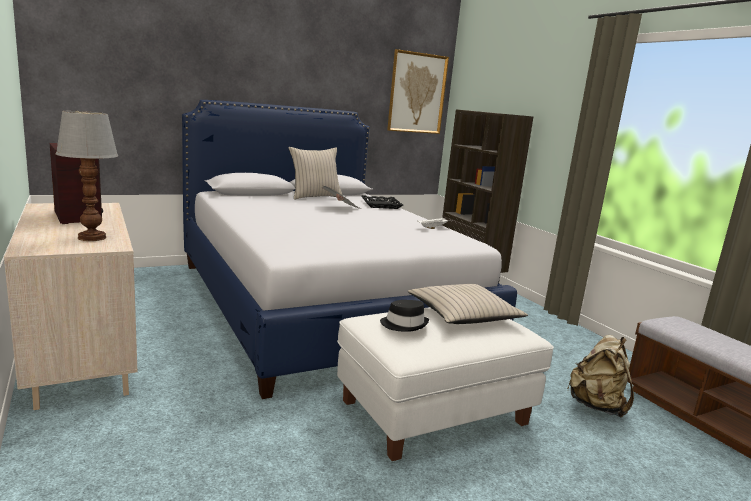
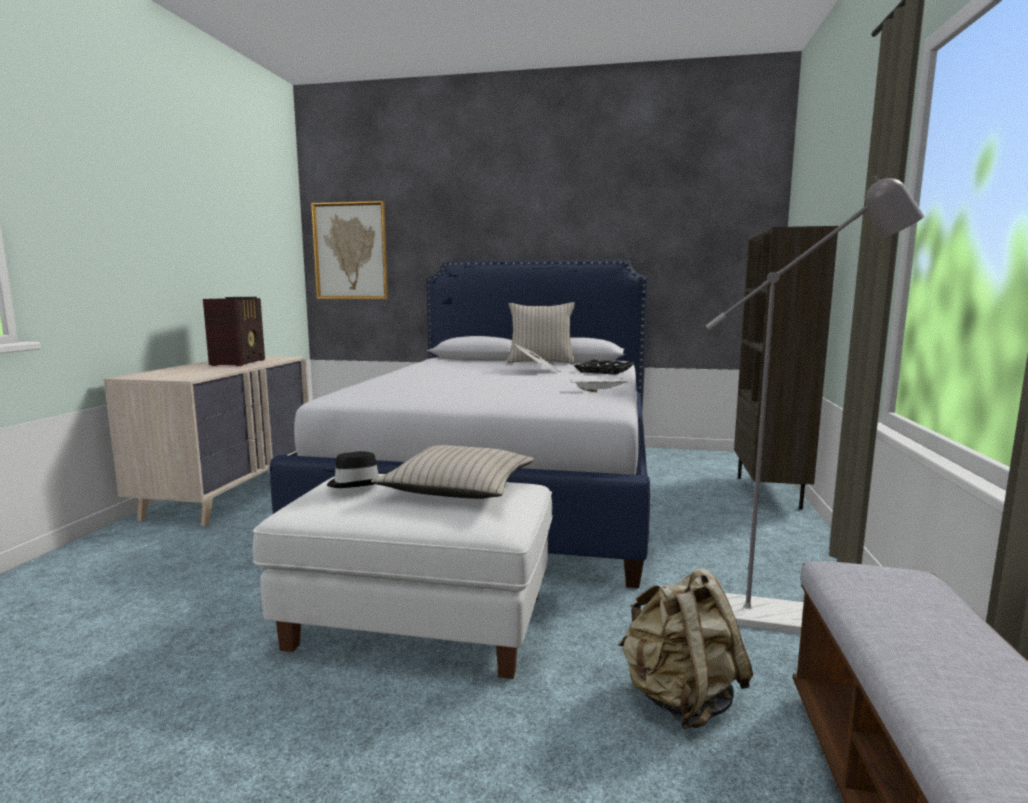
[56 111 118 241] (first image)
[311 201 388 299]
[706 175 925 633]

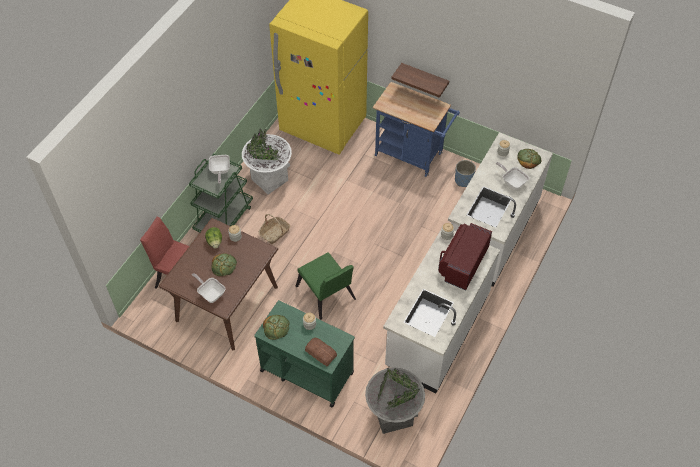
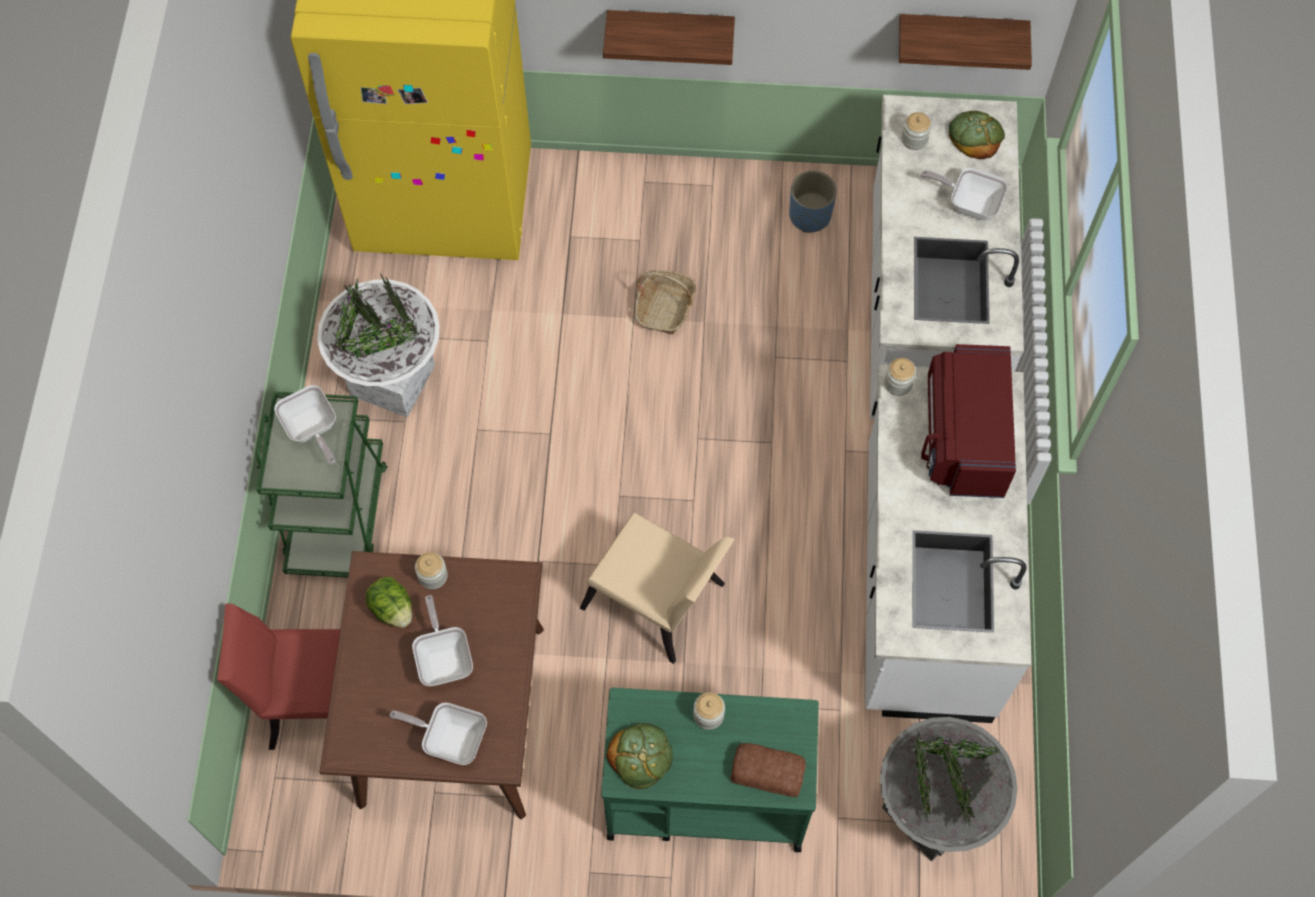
[412 595 473 686]
[635 270 696 335]
[580 512 735 664]
[373 82 460 177] (first image)
[899 14 1032 70]

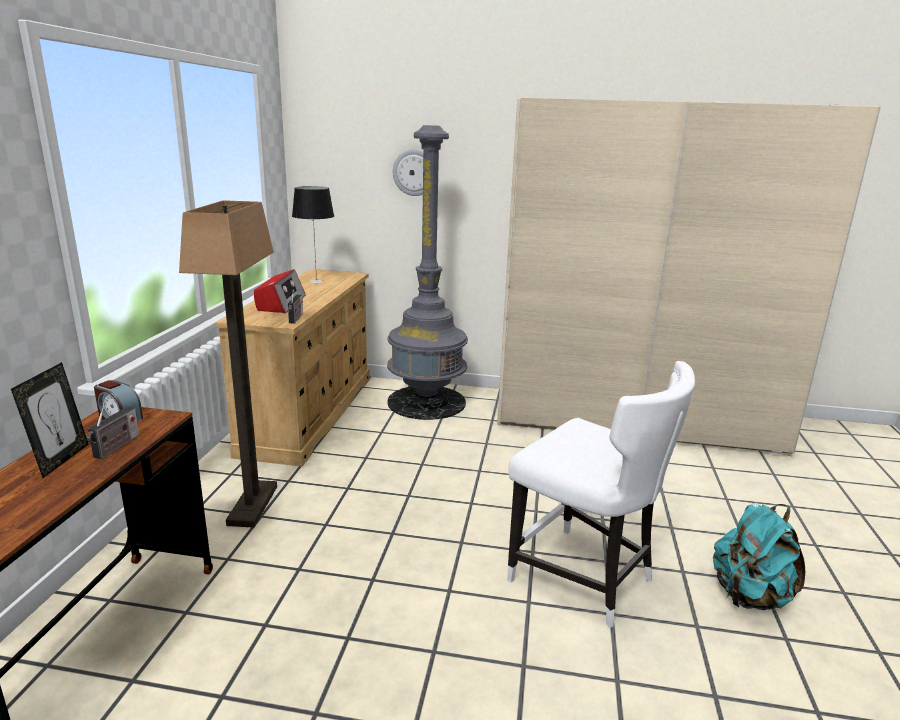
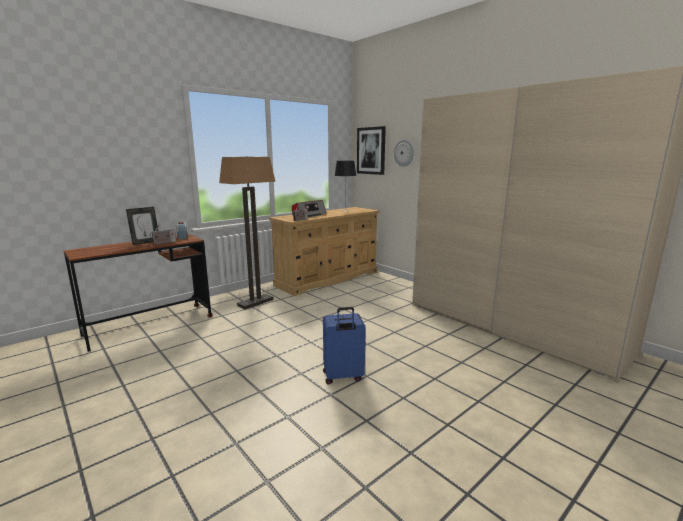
[387 125 468 420] (first image)
[323 307 366 384]
[713 503 805 610] (first image)
[357 126 386 175]

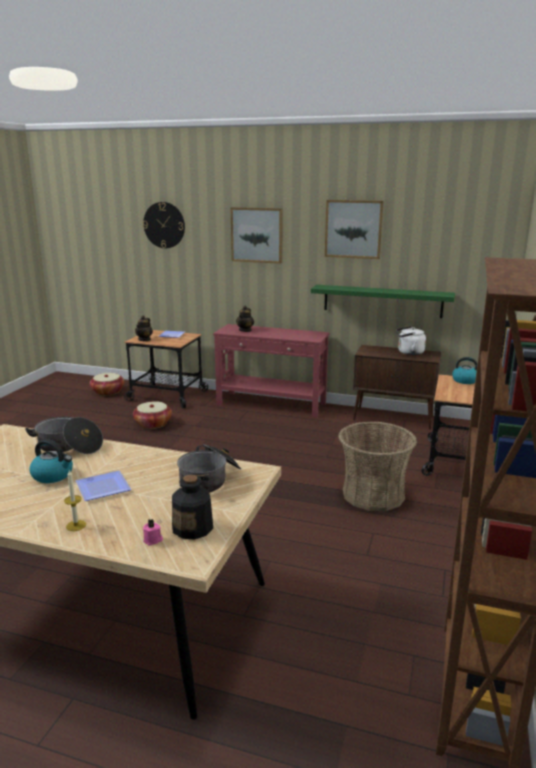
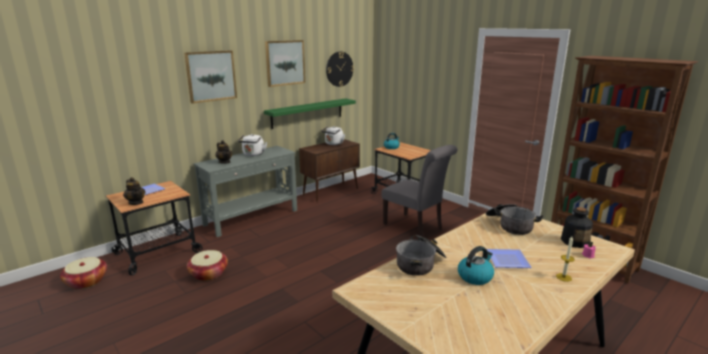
[326 51 354 87]
[193 146 297 237]
[381 145 457 237]
[238 134 267 156]

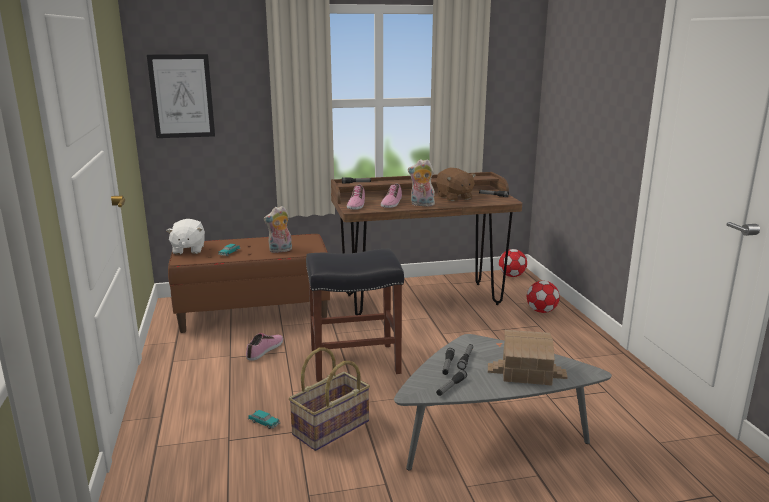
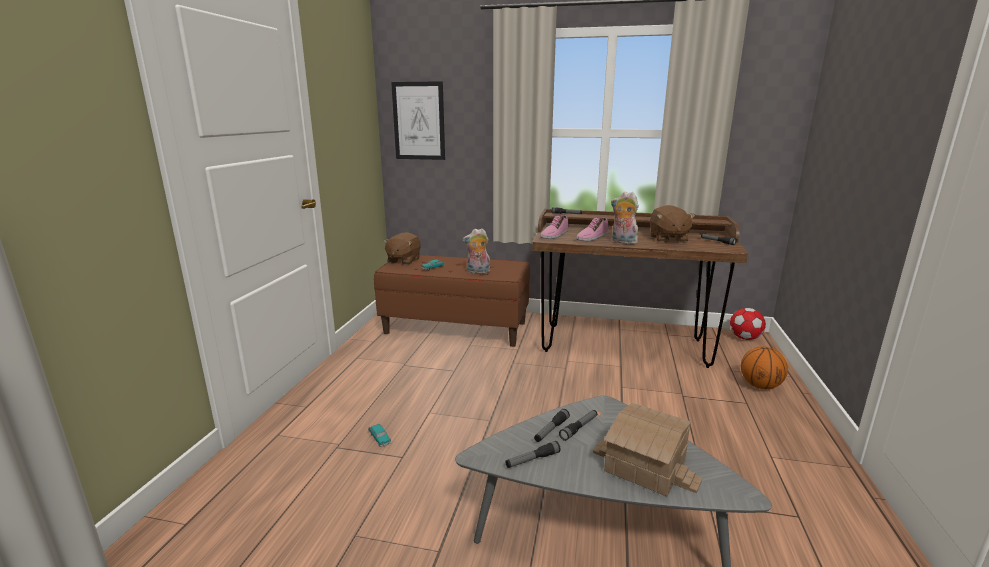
[383 232 421 265]
[246 333 283 361] (first image)
[289 348 370 451] (first image)
[306 249 404 382] (first image)
[741 346 788 389]

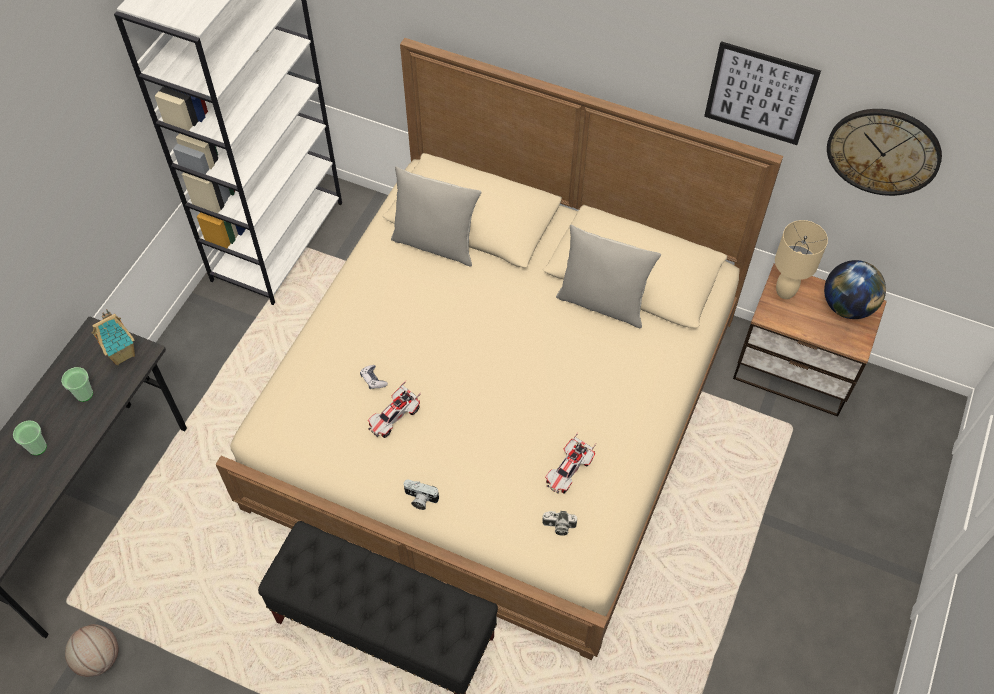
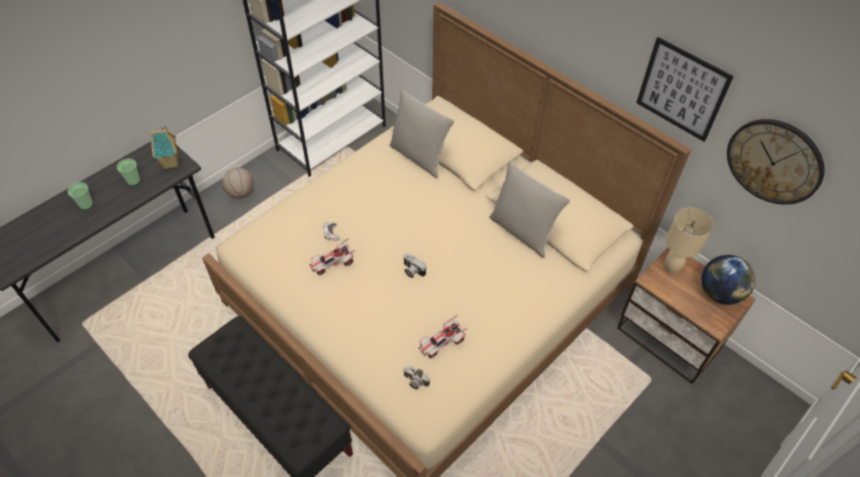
[222 168 254 198]
[404 253 426 278]

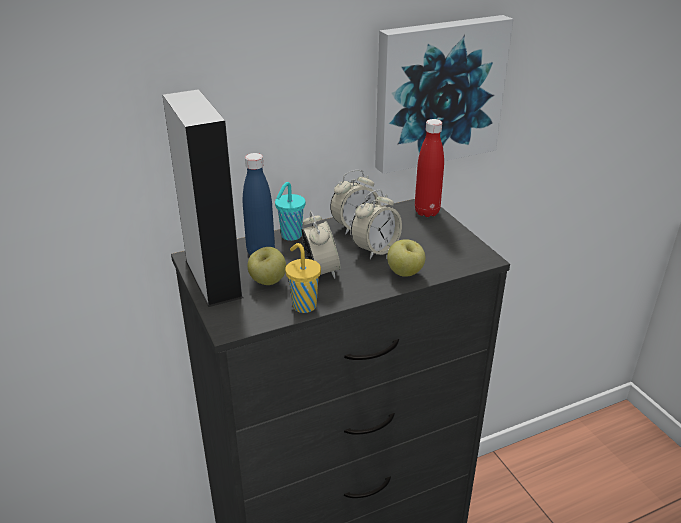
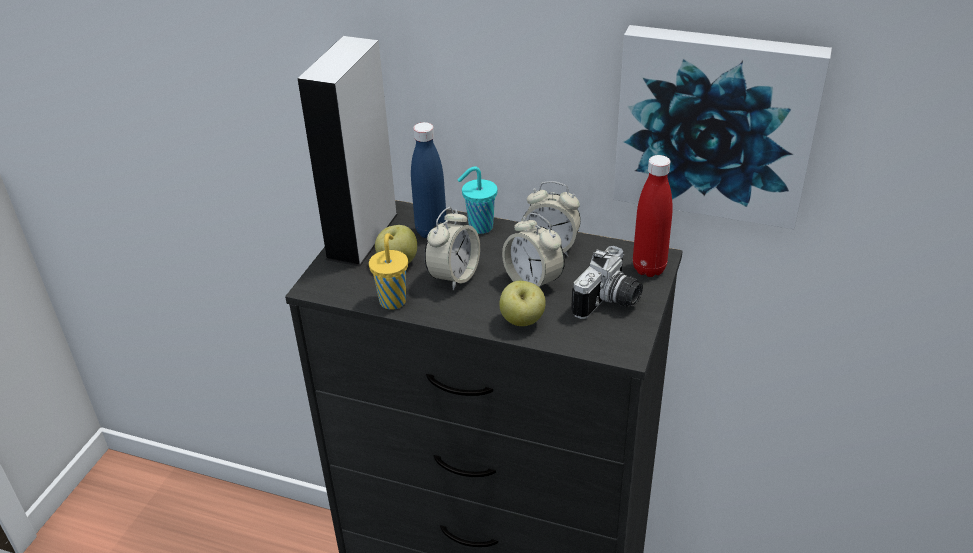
[502 213 565 288]
[571 246 643 319]

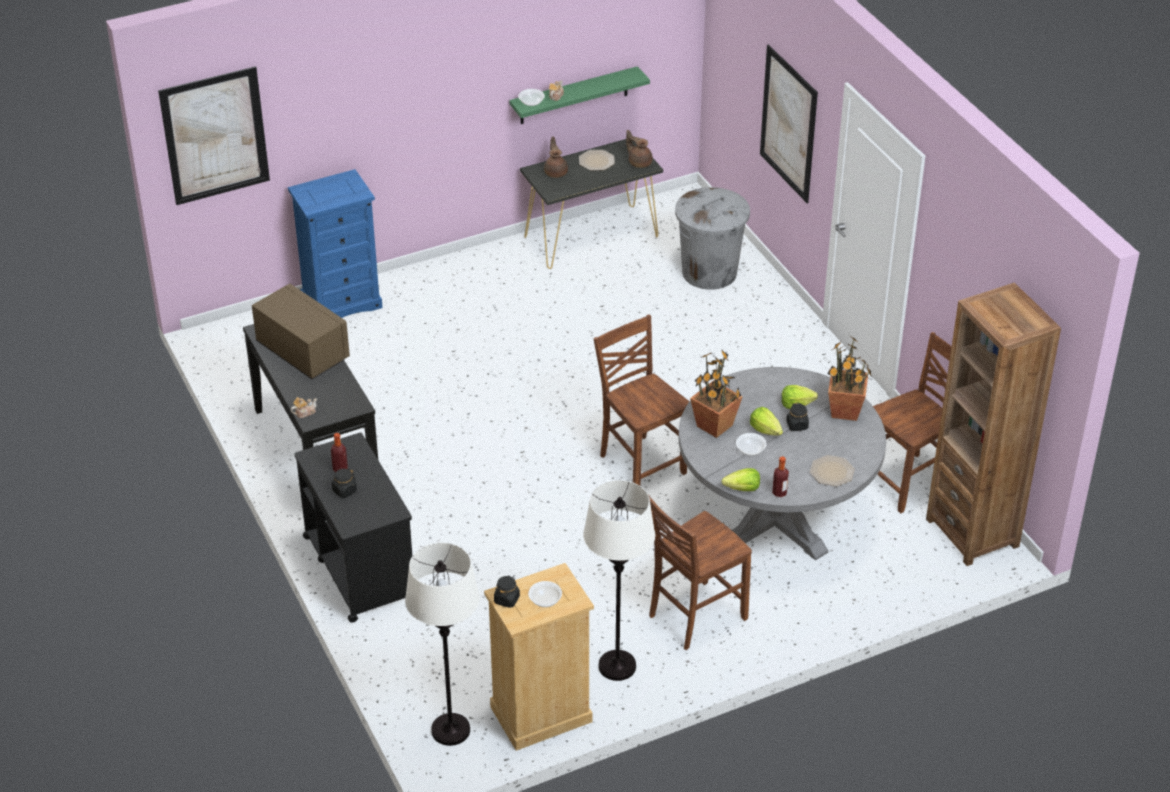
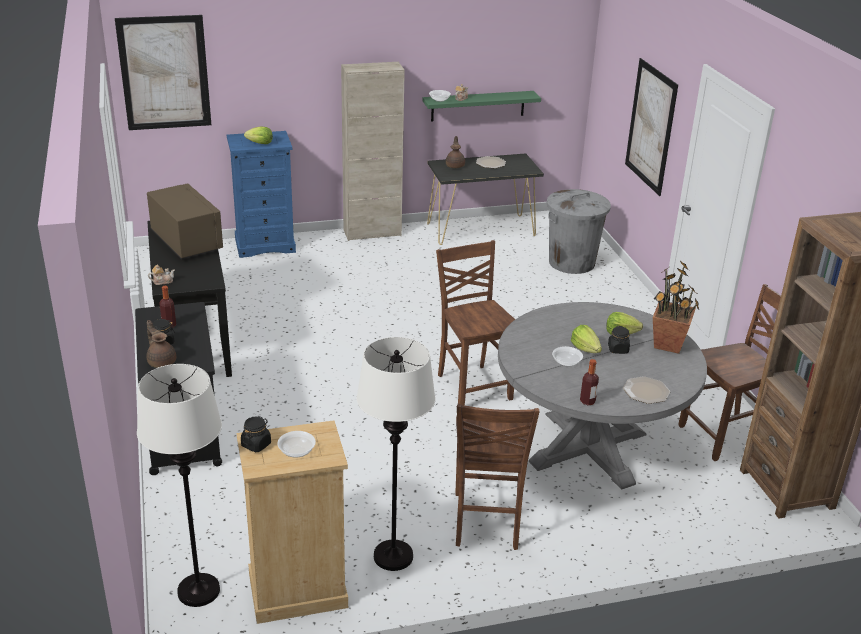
[147 320 176 368]
[455 404 540 550]
[690 350 743 438] (first image)
[244 126 273 144]
[341 62 405 241]

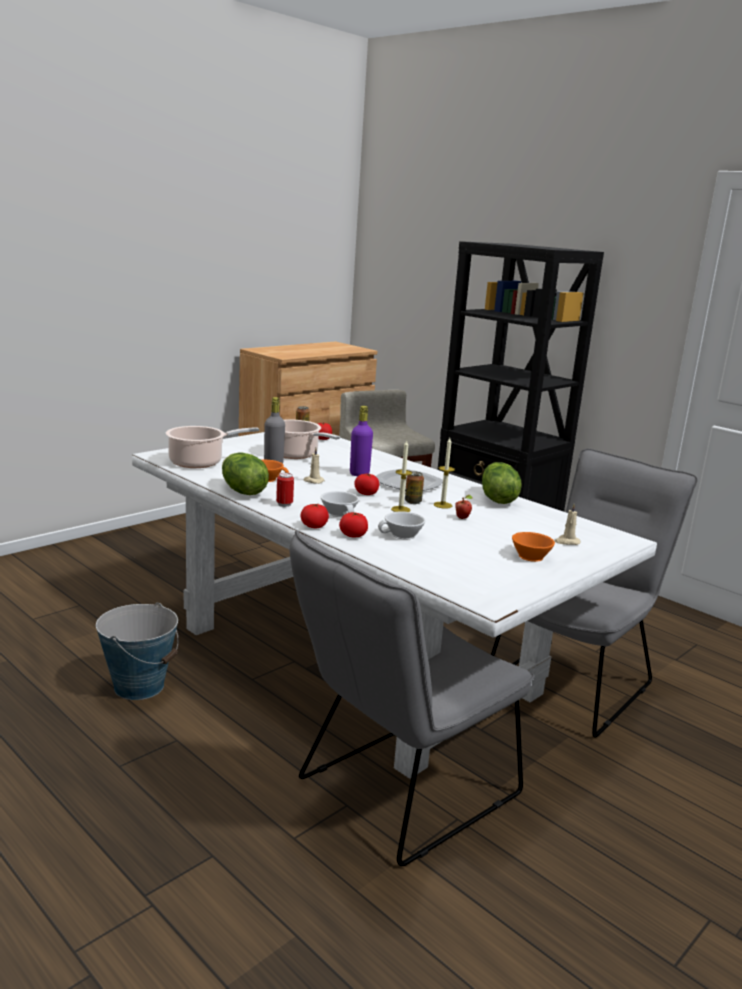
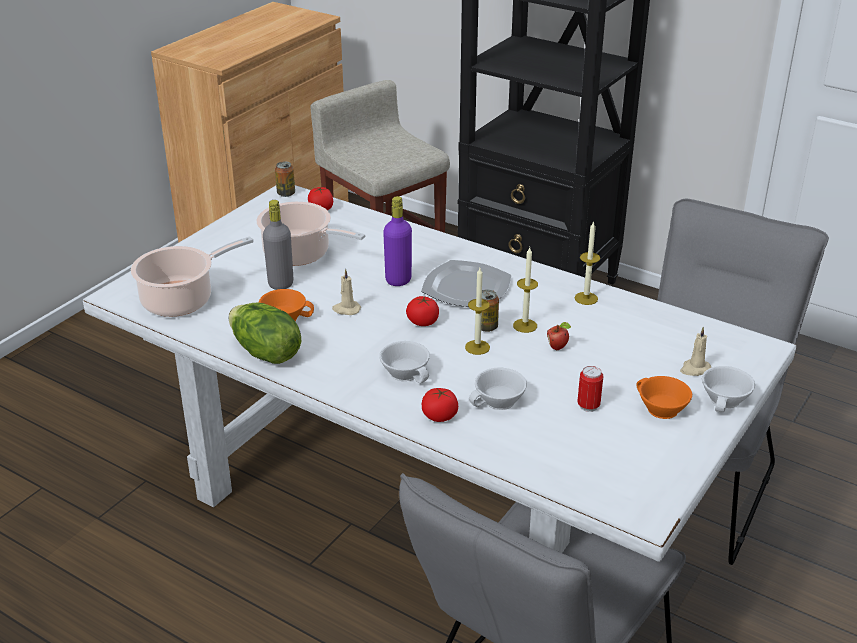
[96 602 179 700] (first image)
[577 366 603 412]
[301 504 329 528] (first image)
[574 221 600 305]
[702 366 755 412]

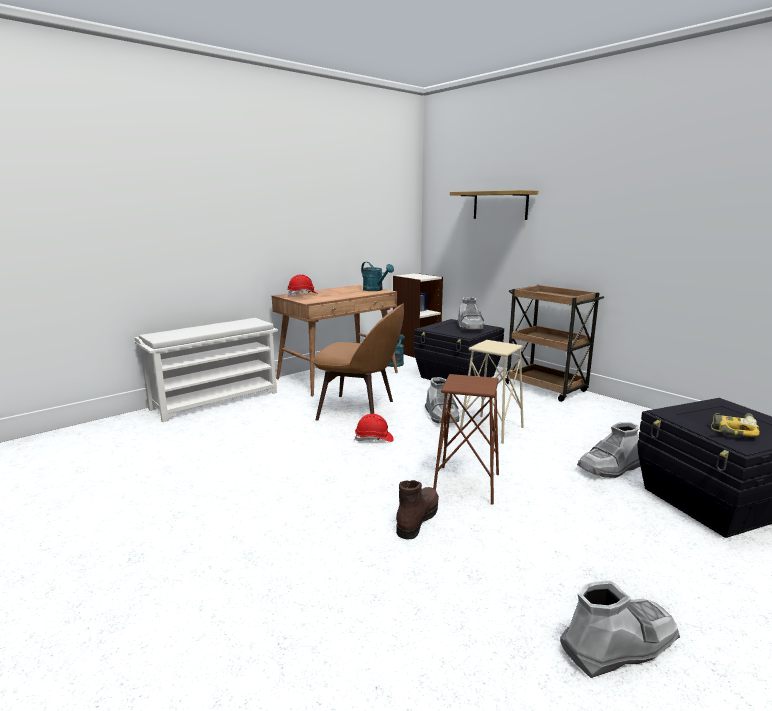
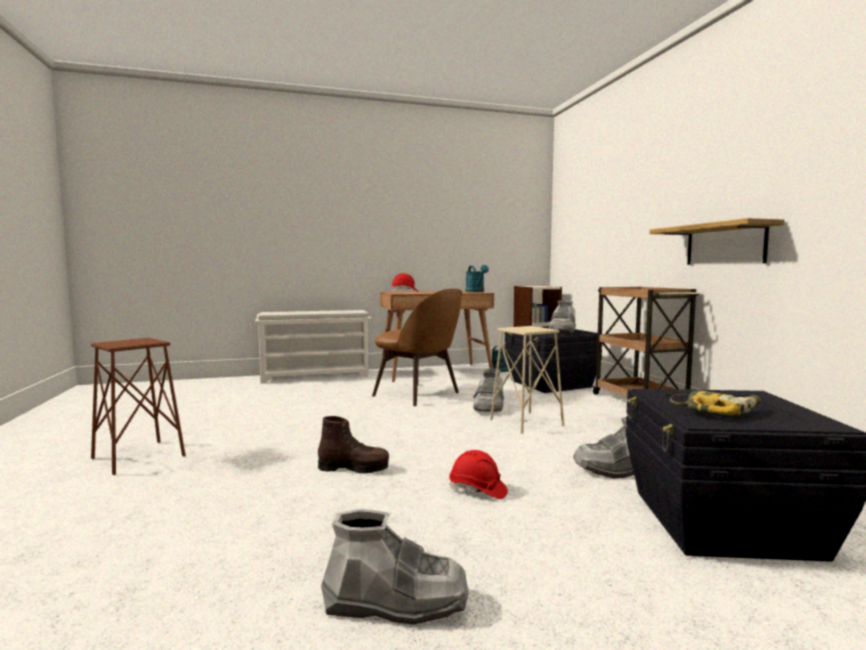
[449 450 508 499]
[318 416 389 474]
[91 338 185 475]
[649 218 784 265]

